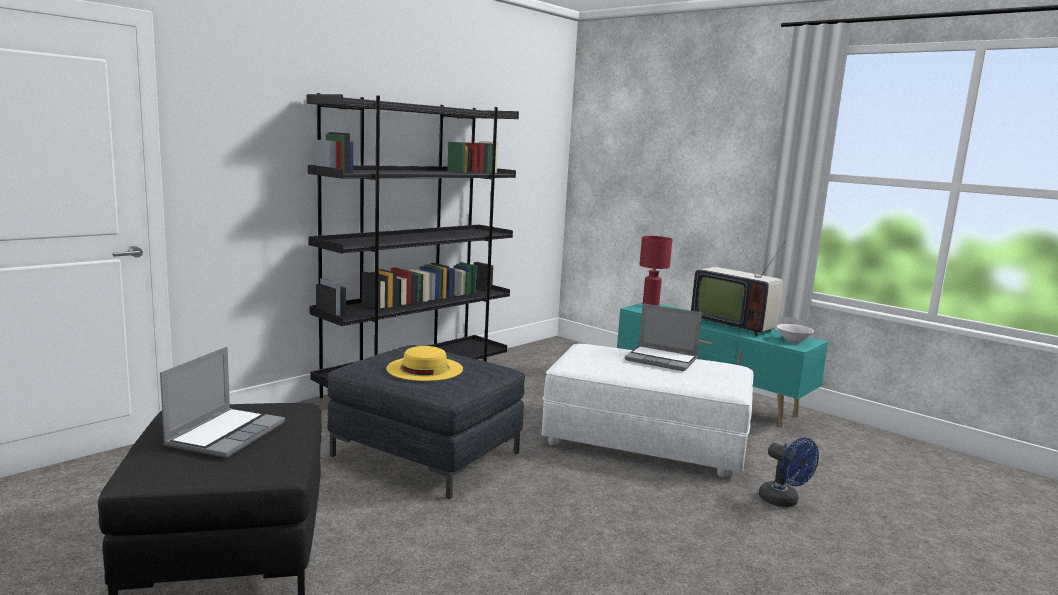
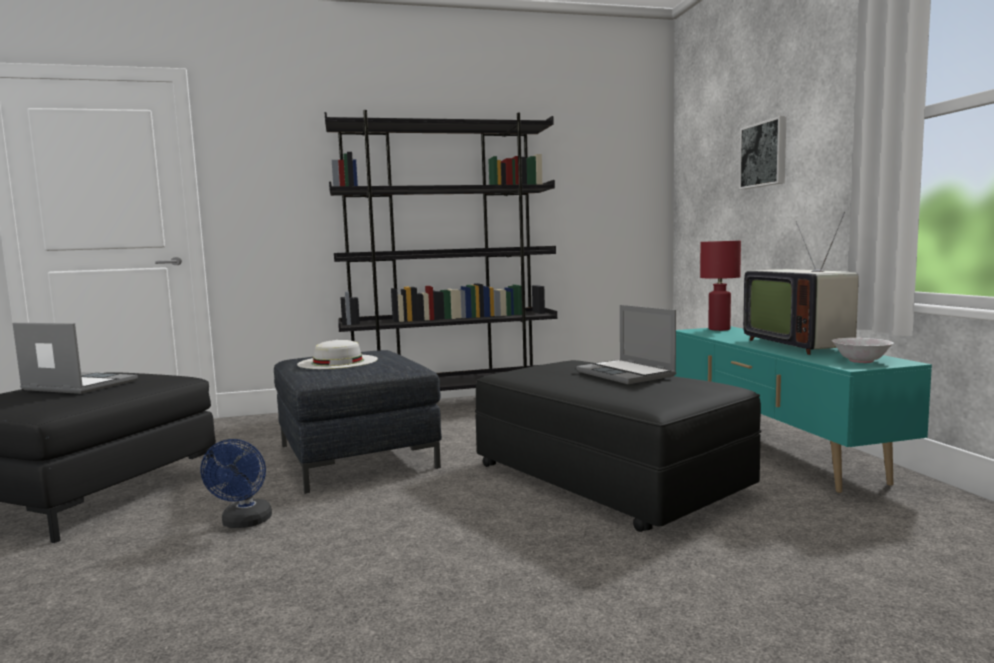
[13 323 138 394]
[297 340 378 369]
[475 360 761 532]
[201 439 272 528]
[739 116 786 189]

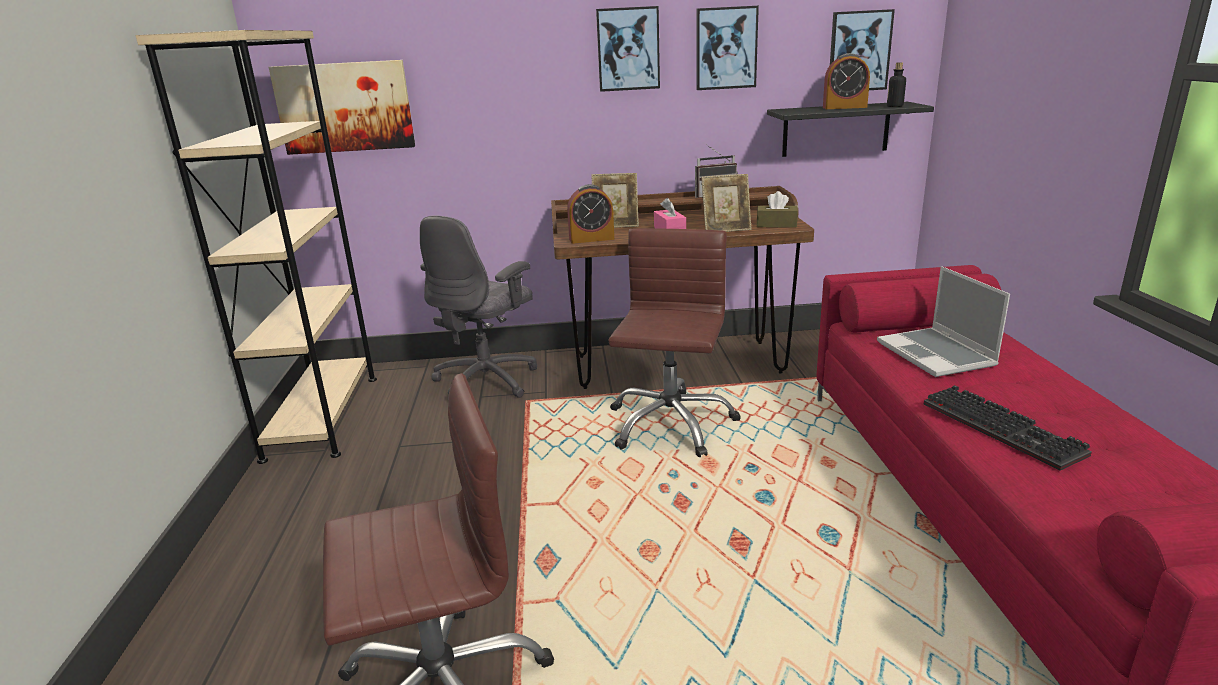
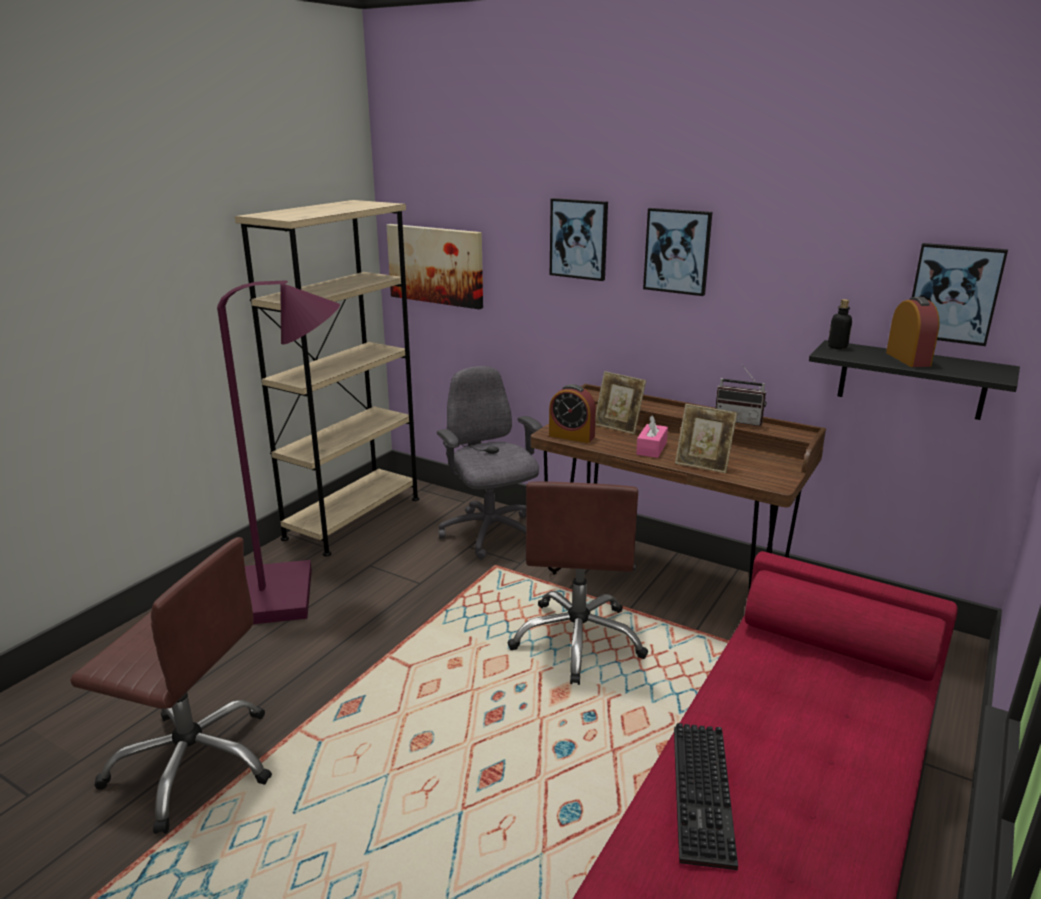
[437 366 542 560]
[508 482 648 685]
[550 198 608 281]
[757 191 798 228] (first image)
[886 297 939 367]
[877 266 1010 377] (first image)
[828 299 852 349]
[217 280 340 624]

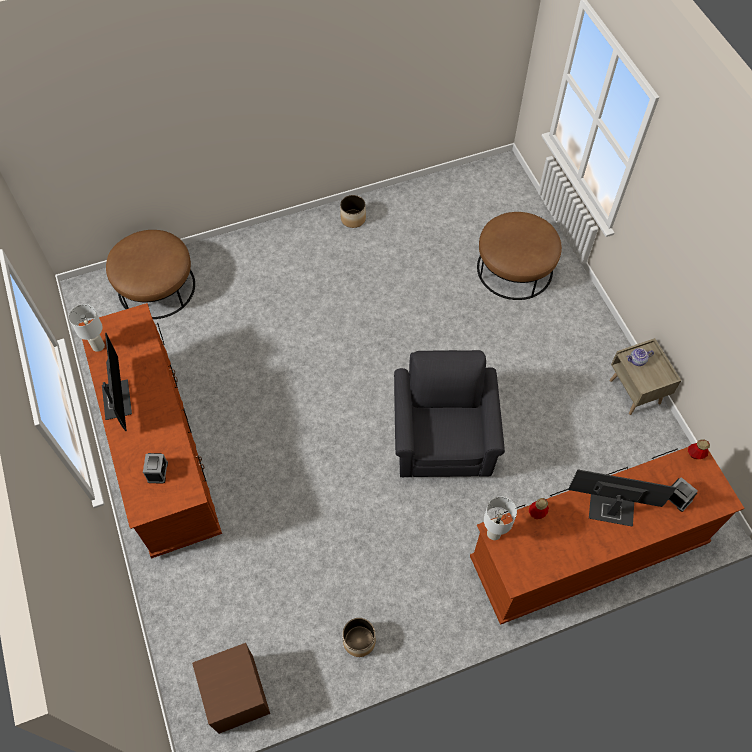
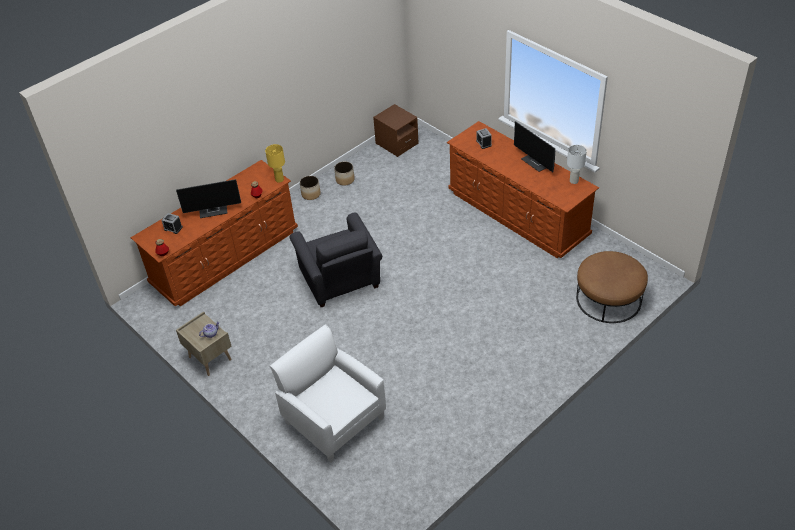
[300 176 321 200]
[270 325 386 463]
[265 144 285 183]

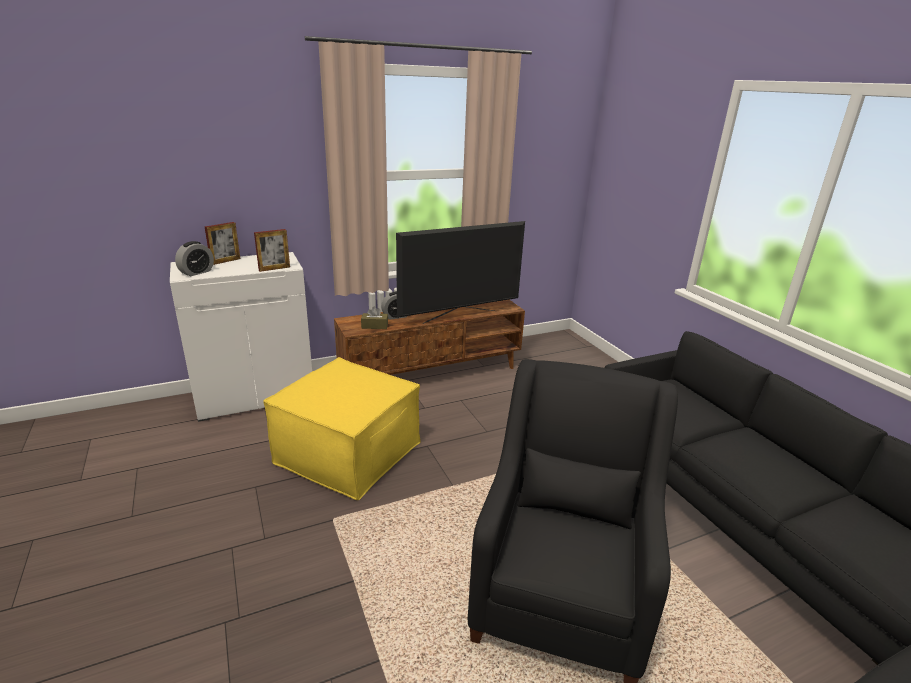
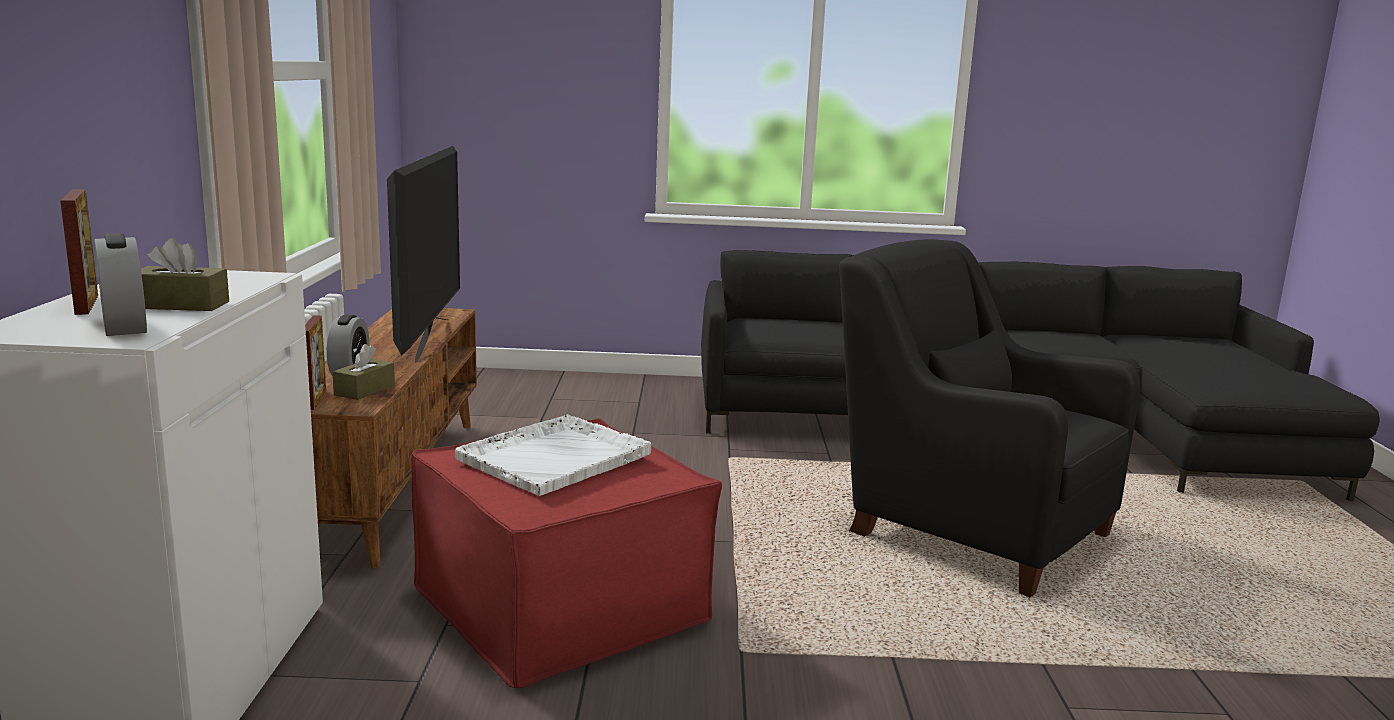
[305 316 326 410]
[411 419 722 688]
[141 238 229 311]
[455 414 651 496]

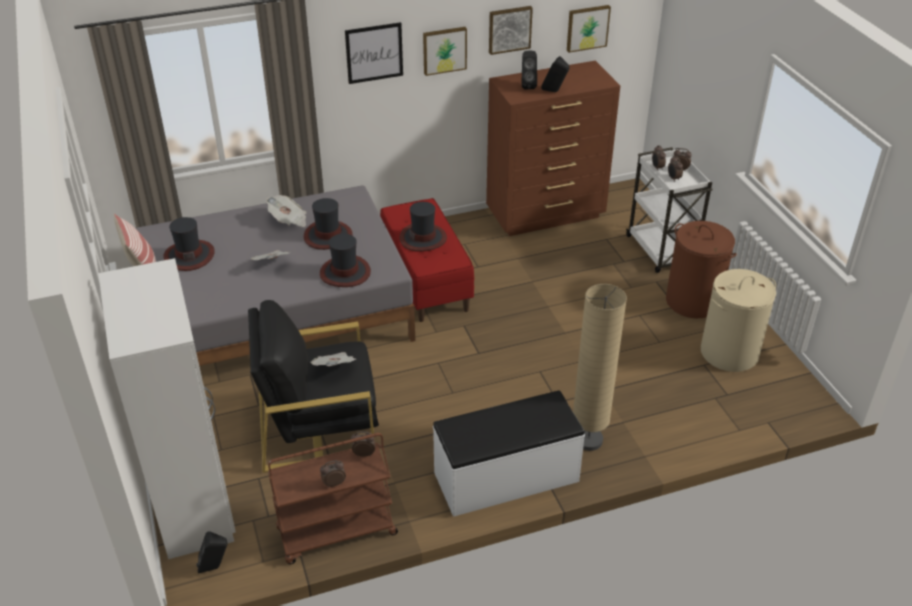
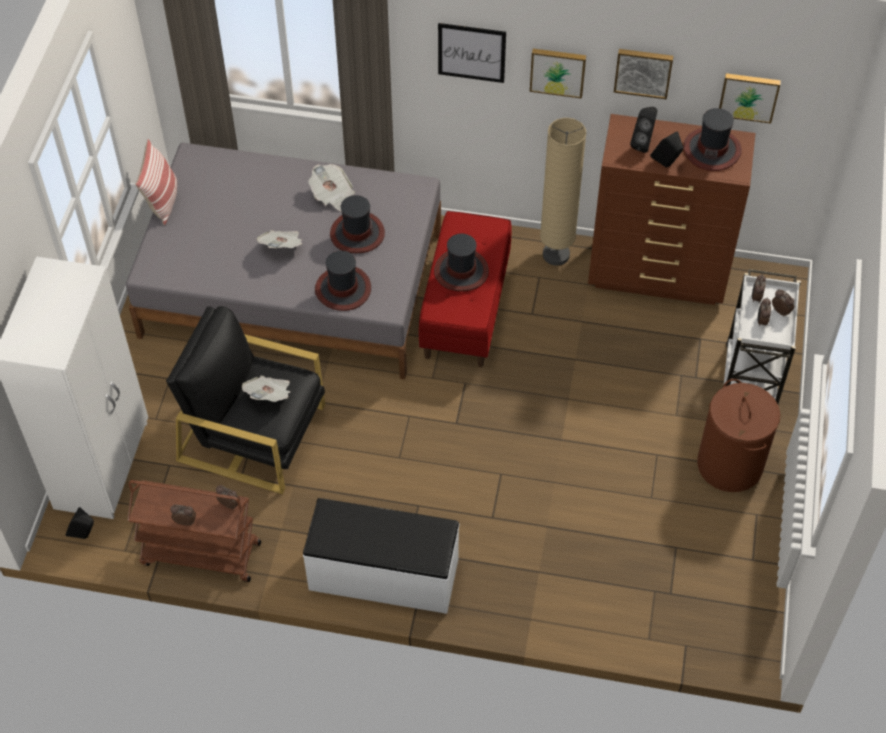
[683 108 742 171]
[540 118 586 266]
[701 269 776 372] (first image)

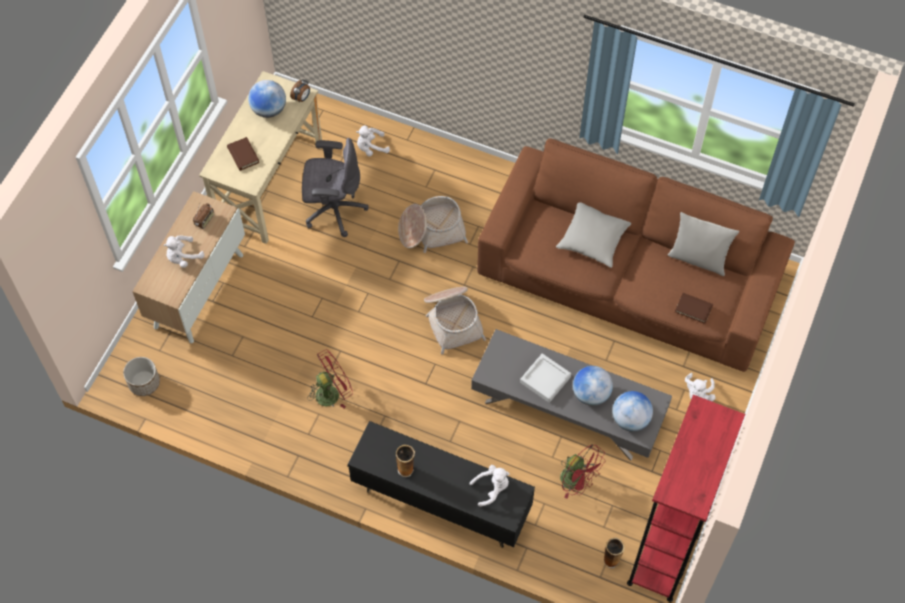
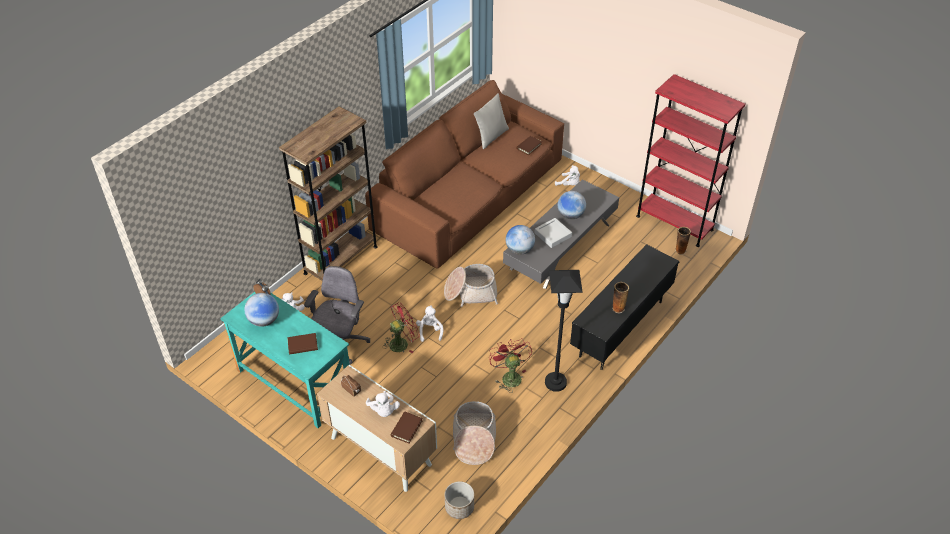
[220 292 350 428]
[453 401 496 465]
[416 306 443 342]
[556 202 631 268] (first image)
[383 302 420 353]
[506 225 535 255]
[279 106 378 281]
[390 411 423 444]
[545 270 583 392]

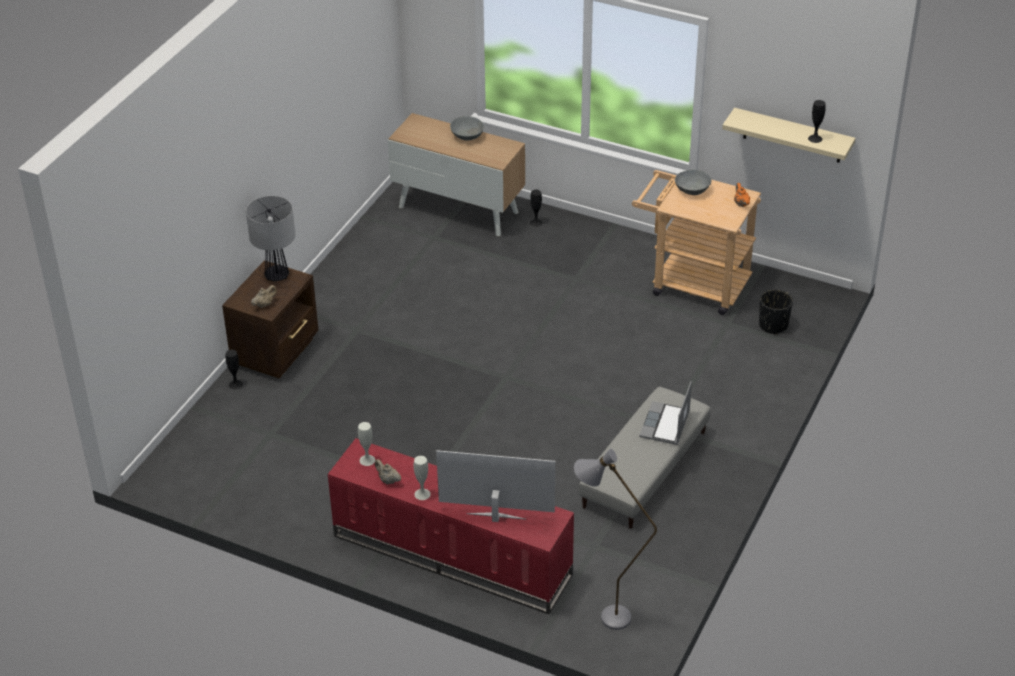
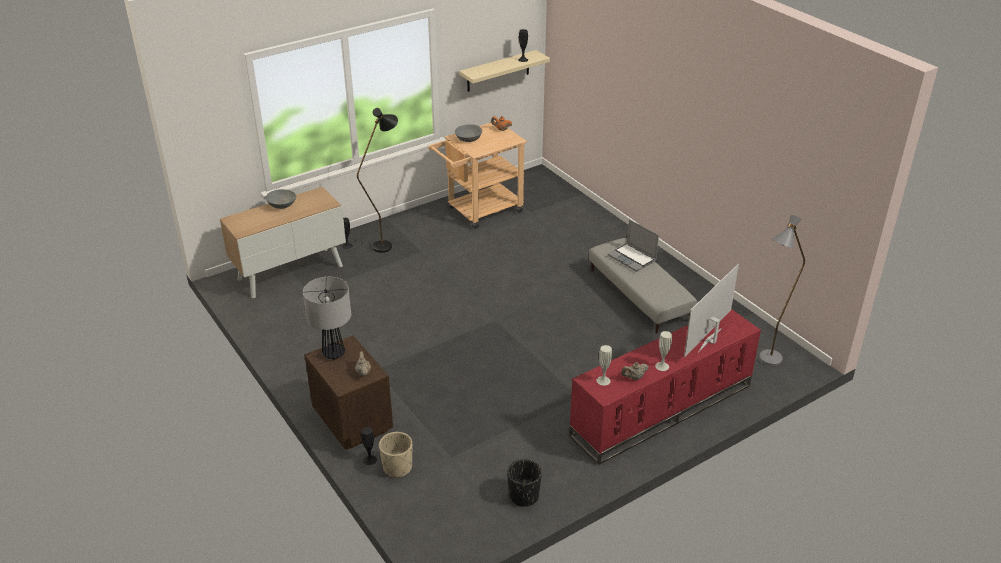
[507 459 542 507]
[357 108 398 253]
[379 432 412 478]

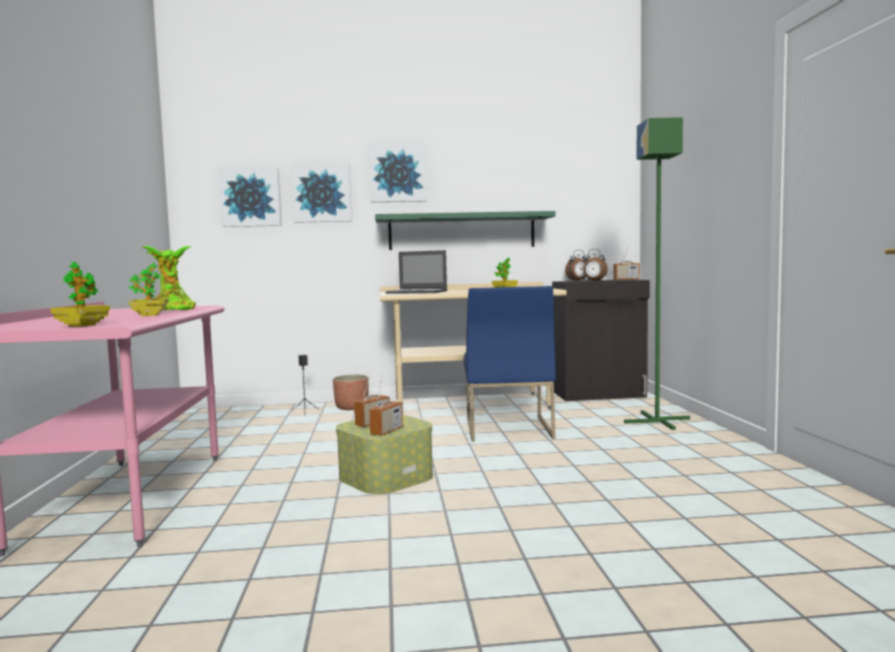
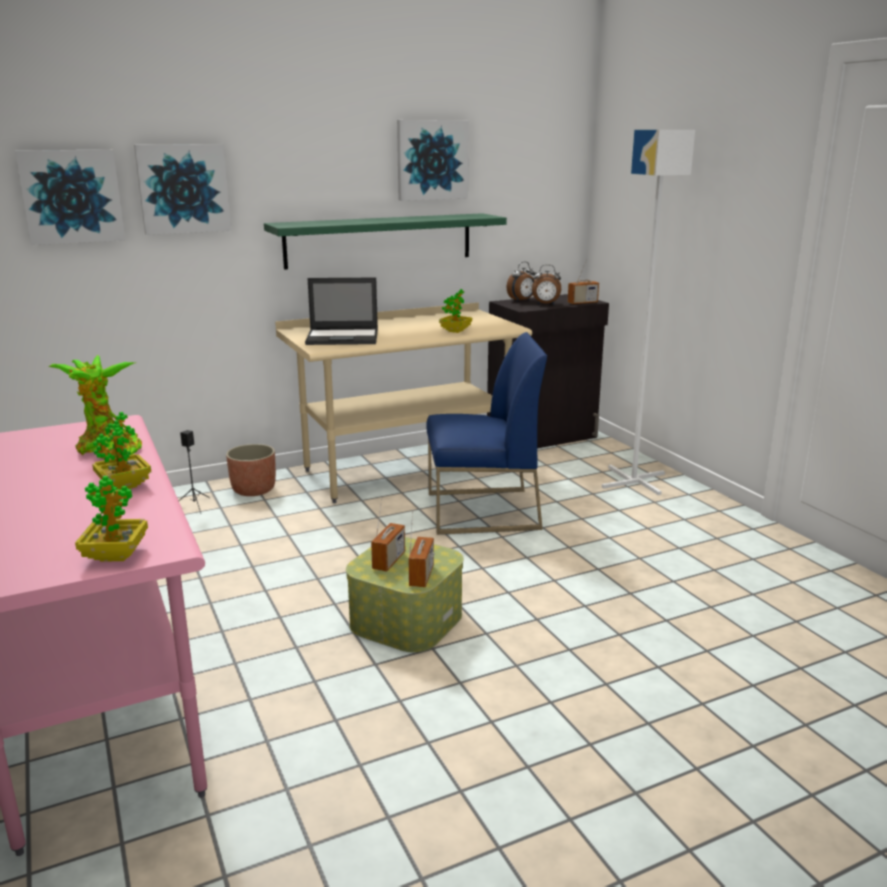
[397 120 469 201]
[426 332 547 535]
[602 130 695 495]

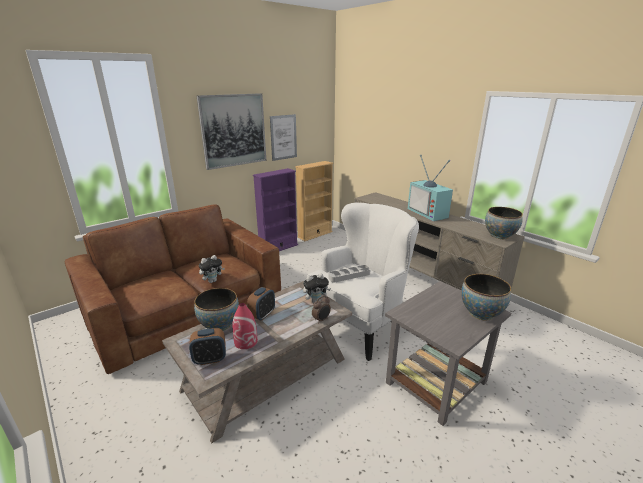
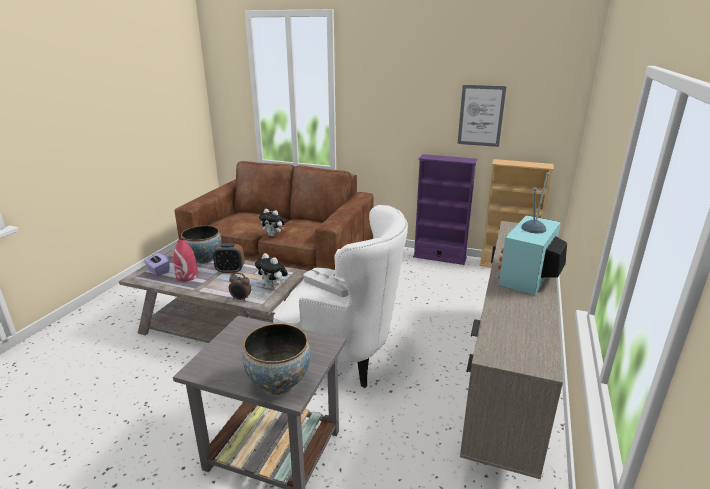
[144 253 170 276]
[197 93 266 170] (first image)
[485 207 523 239] (first image)

